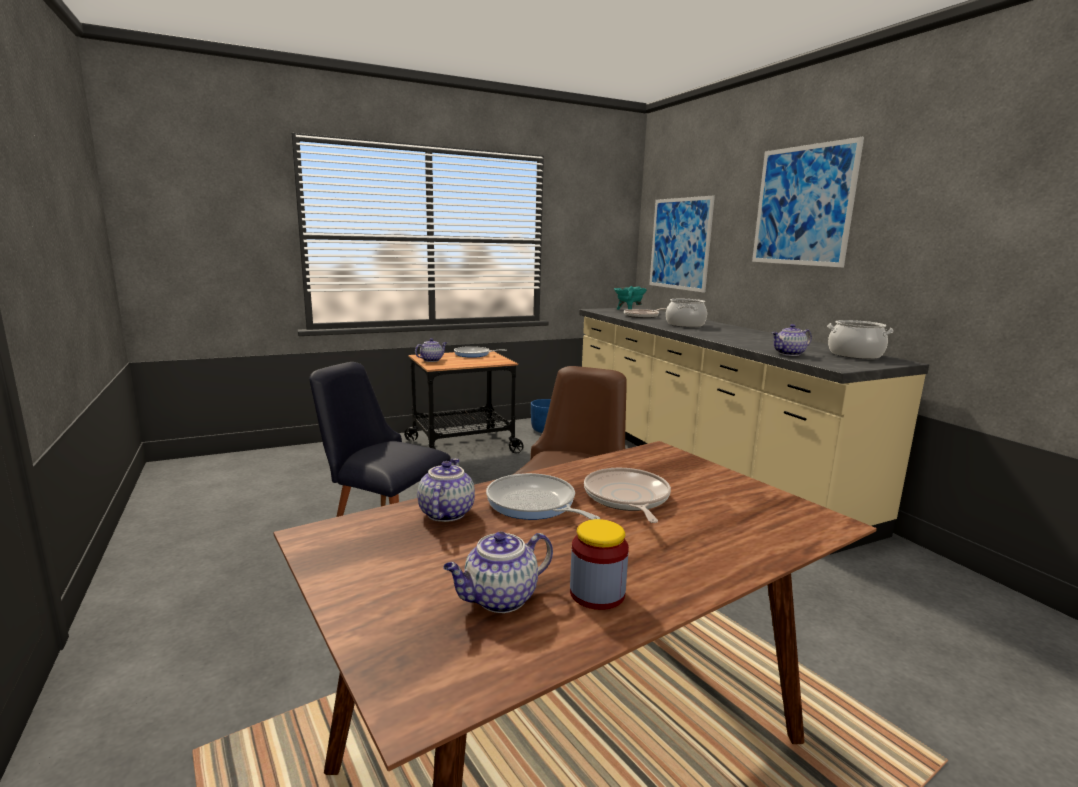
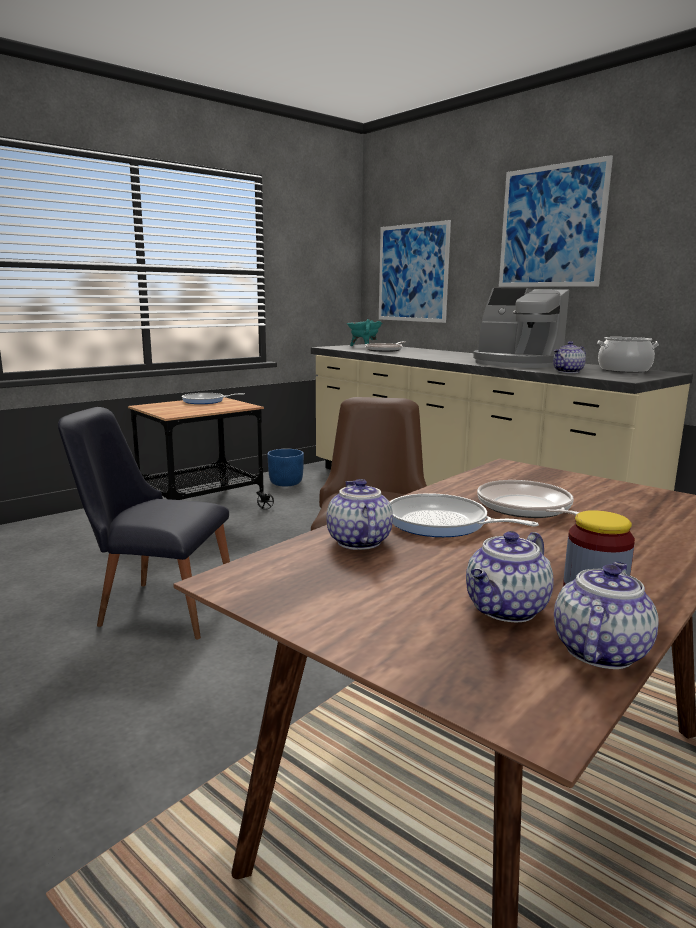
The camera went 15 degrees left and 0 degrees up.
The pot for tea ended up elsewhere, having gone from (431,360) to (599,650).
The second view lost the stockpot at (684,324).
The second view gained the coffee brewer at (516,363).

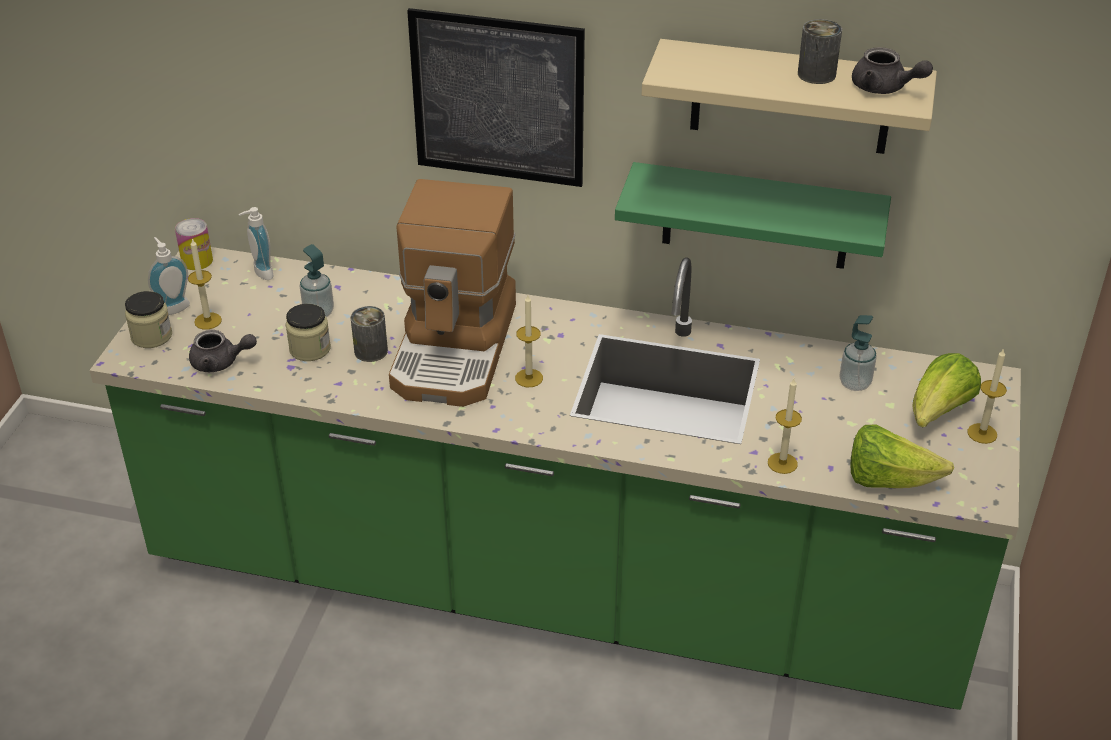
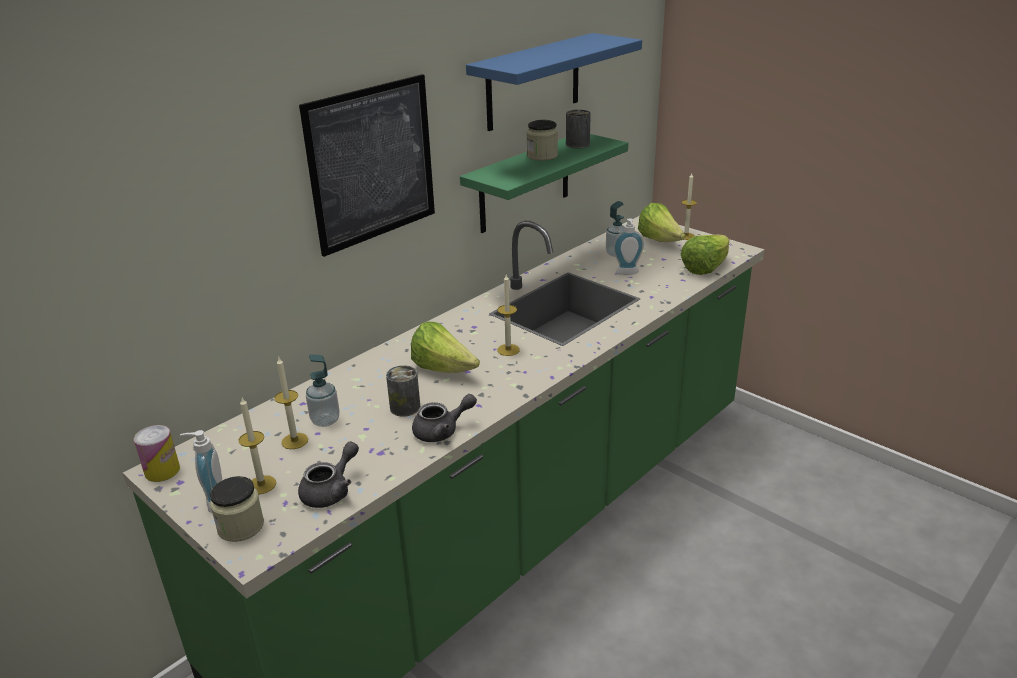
The camera went 60 degrees left and 10 degrees down.
The soap dispenser ended up elsewhere, having gone from (260,273) to (627,273).
The storage jar ended up elsewhere, having gone from (310,349) to (542,156).
Where the coffee brewer stood at (456,348), the lettuce came to stand at (443,369).
What was the wall shelf in beige at (791,97) turned into the wall shelf in blue at (533,82).
The wax candle ended up elsewhere, having gone from (782,463) to (294,441).
The metal can ended up elsewhere, having gone from (816,74) to (577,144).
The pot for tea in greyish ended up elsewhere, having gone from (884,88) to (442,431).

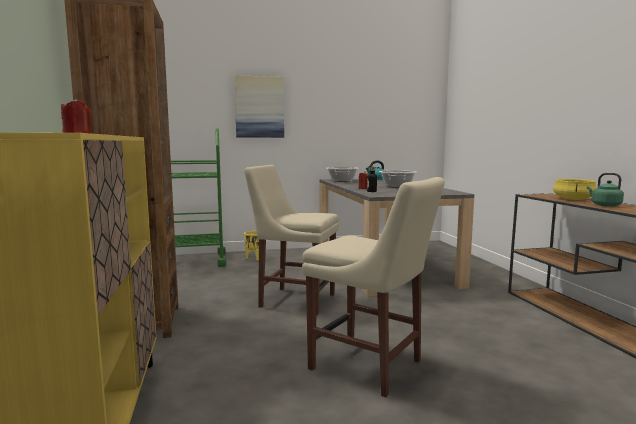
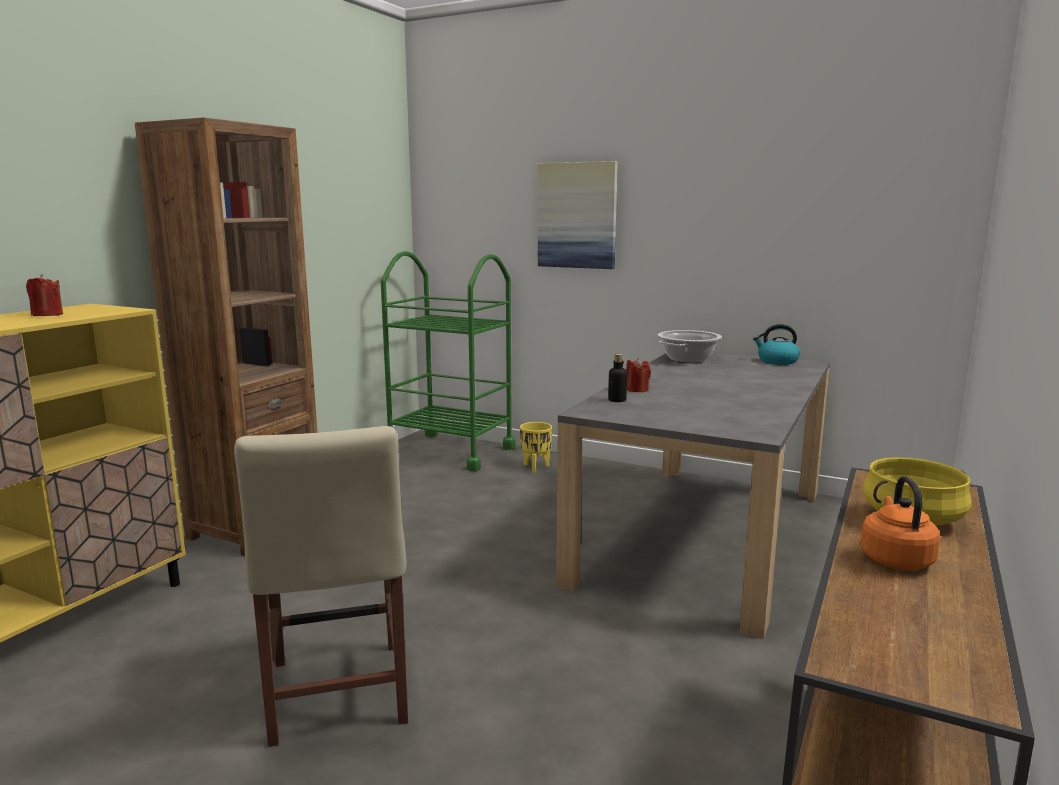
The camera went 40 degrees right and 5 degrees up.
The second view lost the upright chair in beige at (294,300).
The second view lost the stockpot at (397,186).
What was the water kettle in green at (604,205) turned into the water kettle in orange at (895,558).

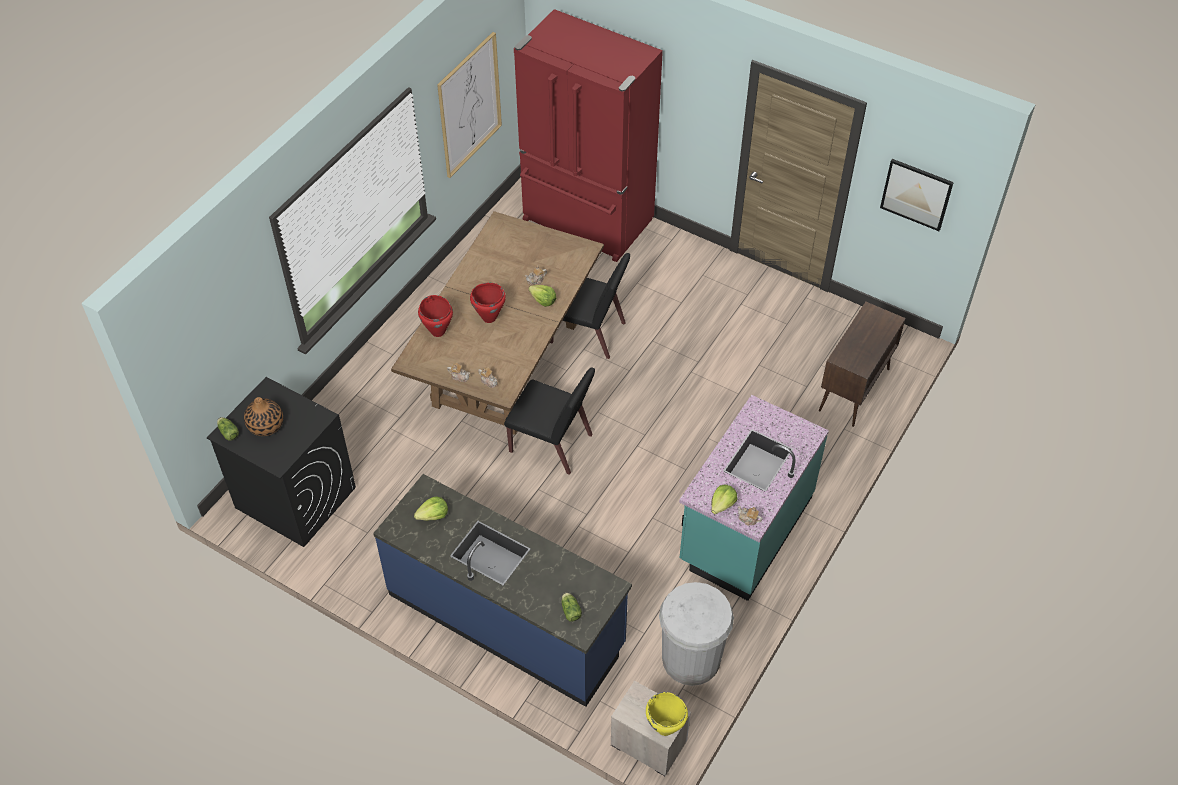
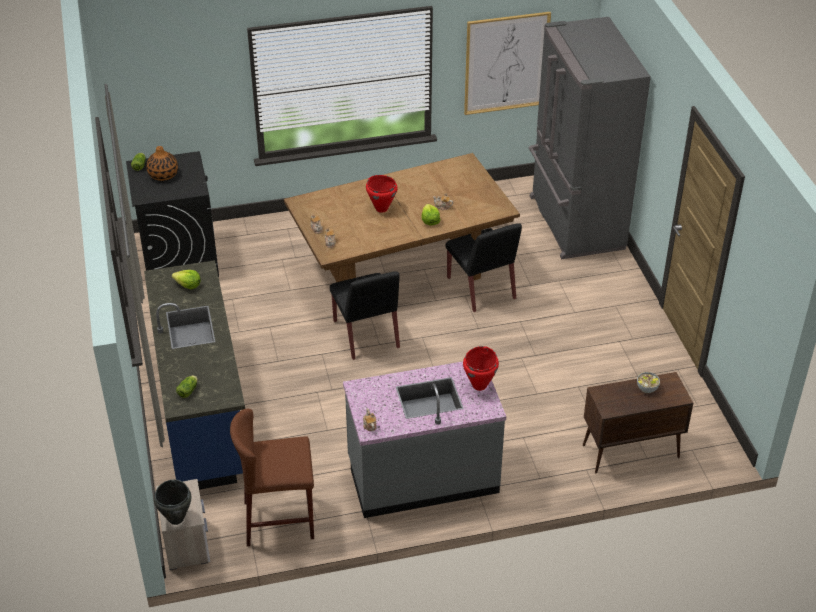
The camera went 45 degrees right and 10 degrees down.
The stockpot in red ended up elsewhere, having gone from (438,331) to (480,385).
What was the fridge in red at (586,222) turned into the fridge in greyish at (574,223).
What was the stockpot in yellow-coloured at (665,728) turned into the stockpot in black-coloured at (176,519).
Where the waste bin in white-coloured stood at (691,659), the stool in brown-coloured came to stand at (279,520).
What was the counter in turquoise at (744,529) turned into the counter in greyish at (422,476).
The second view lost the lettuce at (722,504).
The second view lost the wall picture at (916,194).
The second view gained the deep dish at (647,388).

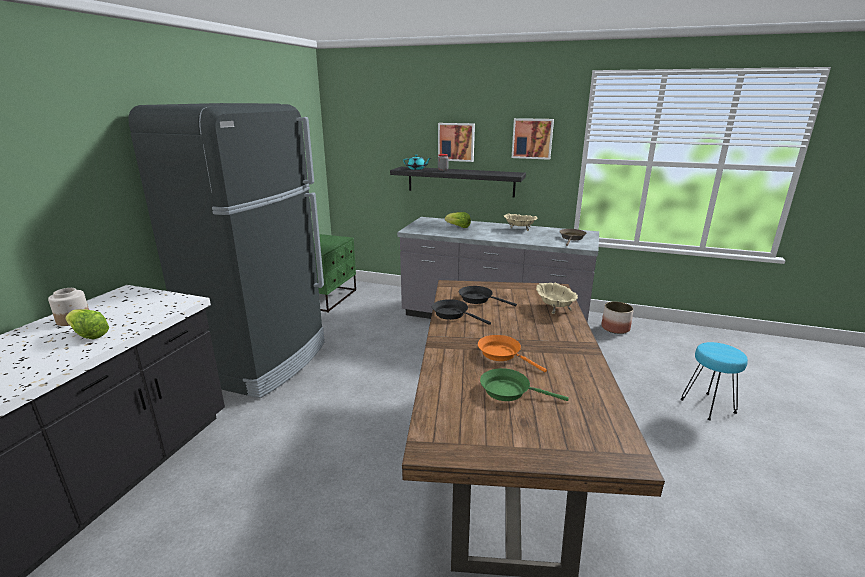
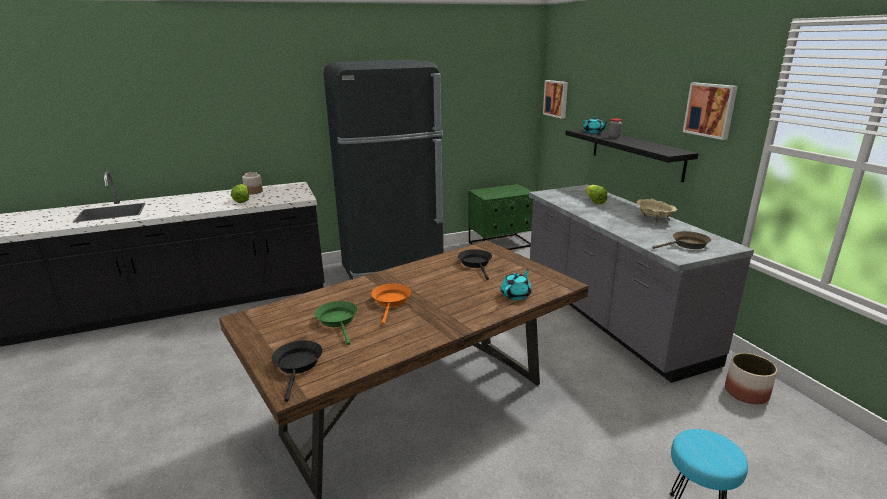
The camera went 50 degrees right and 0 degrees up.
The skillet in black-coloured ended up elsewhere, having gone from (453,314) to (298,365).
The wall picture ended up elsewhere, having gone from (456,142) to (556,98).
Where the deep dish in beige stood at (554,307), the pot for tea in turquoise came to stand at (516,295).

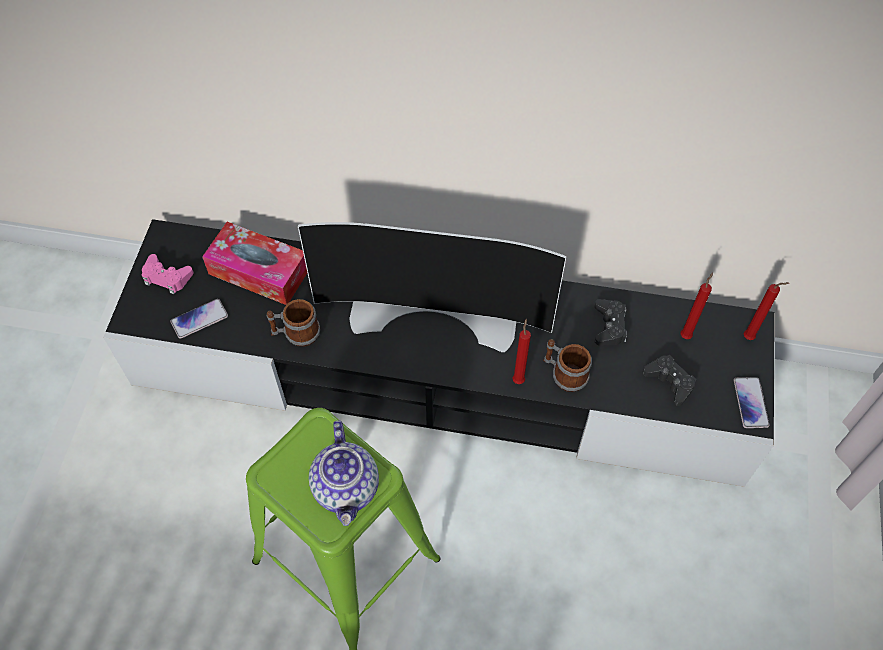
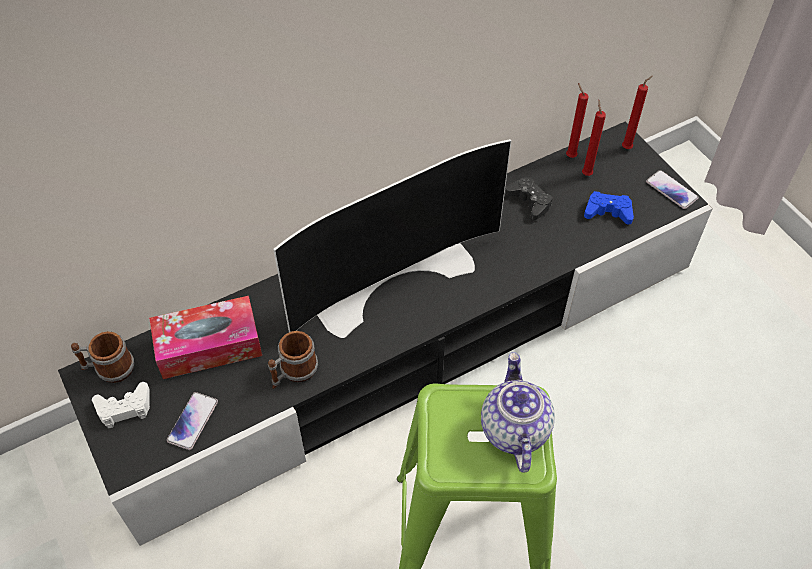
The camera went 40 degrees left and 5 degrees down.
What was the gamepad in pink-coloured at (167,277) turned into the gamepad in white-coloured at (124,408).
The pot for tea at (347,488) ended up facing another way, 135 degrees counterclockwise from before.
The wax candle in red ended up elsewhere, having gone from (518,379) to (569,155).
The mug ended up elsewhere, having gone from (564,374) to (109,369).
What was the gamepad in black-coloured at (670,382) turned into the gamepad in blue at (608,212).

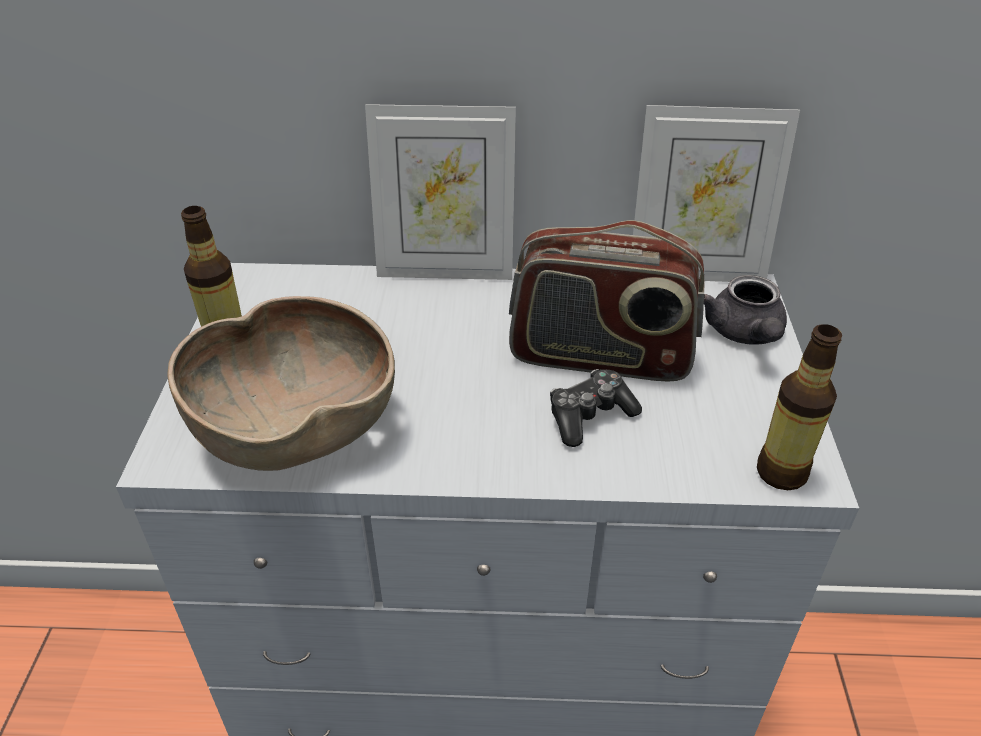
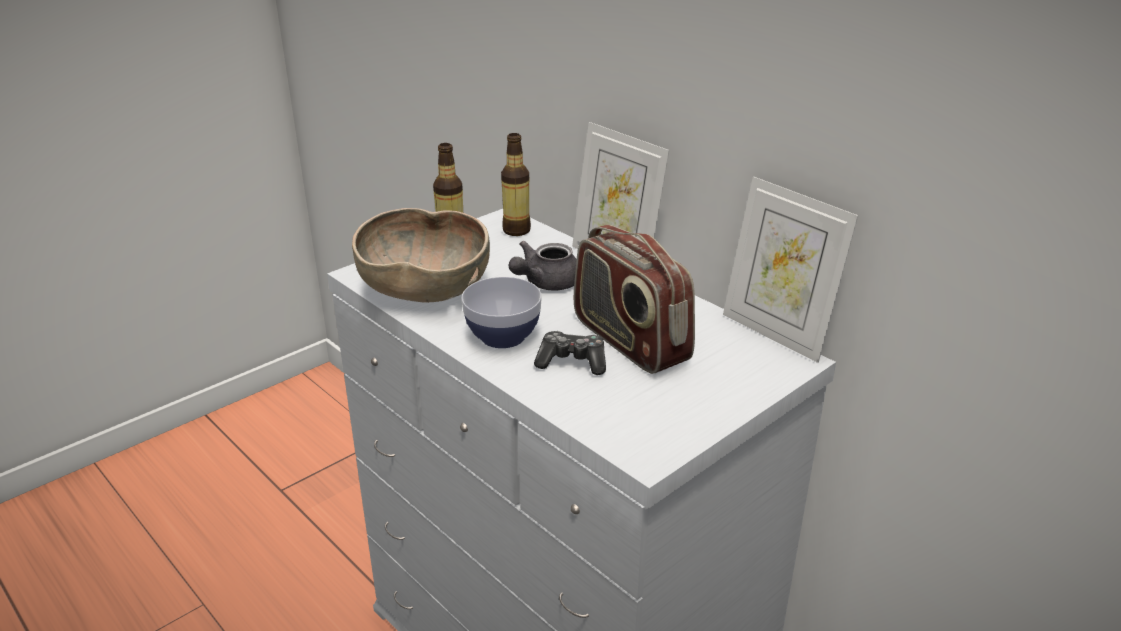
The camera went 45 degrees right and 10 degrees down.
The pot for tea in greyish ended up elsewhere, having gone from (745,334) to (545,283).
The beverage bottle ended up elsewhere, having gone from (781,473) to (516,230).
The second view gained the deep dish at (503,336).

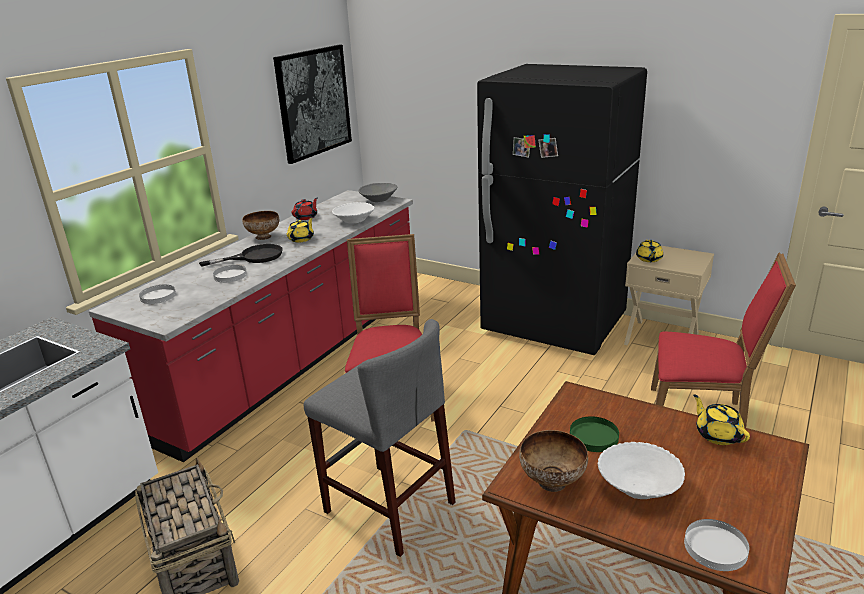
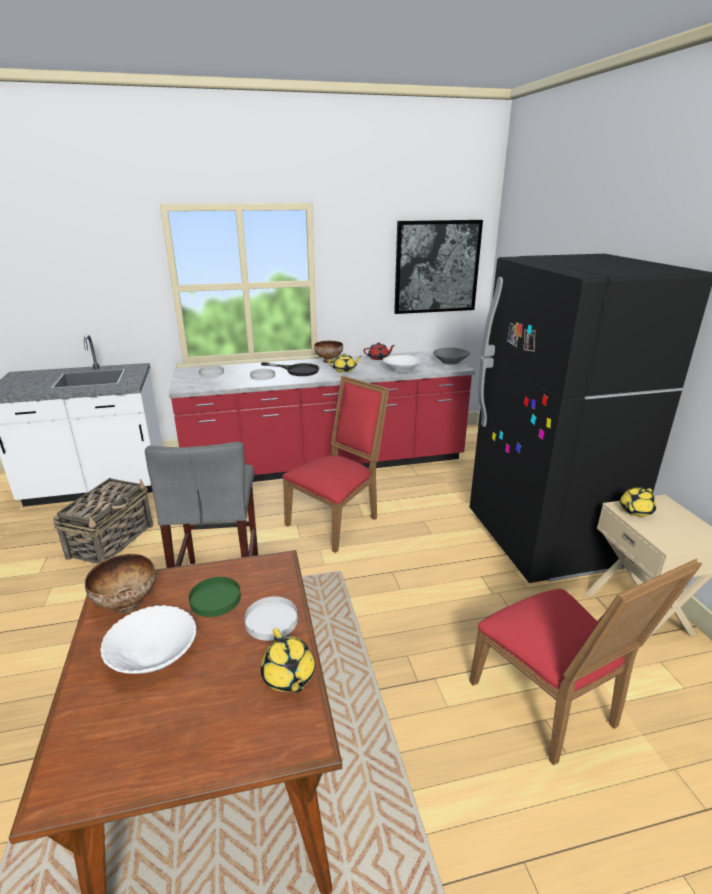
The camera went 45 degrees right and 0 degrees up.
The plate in white-coloured ended up elsewhere, having gone from (716,547) to (271,621).
The pot for tea in yellow-coloured at (717,435) ended up facing another way, 135 degrees clockwise from before.

